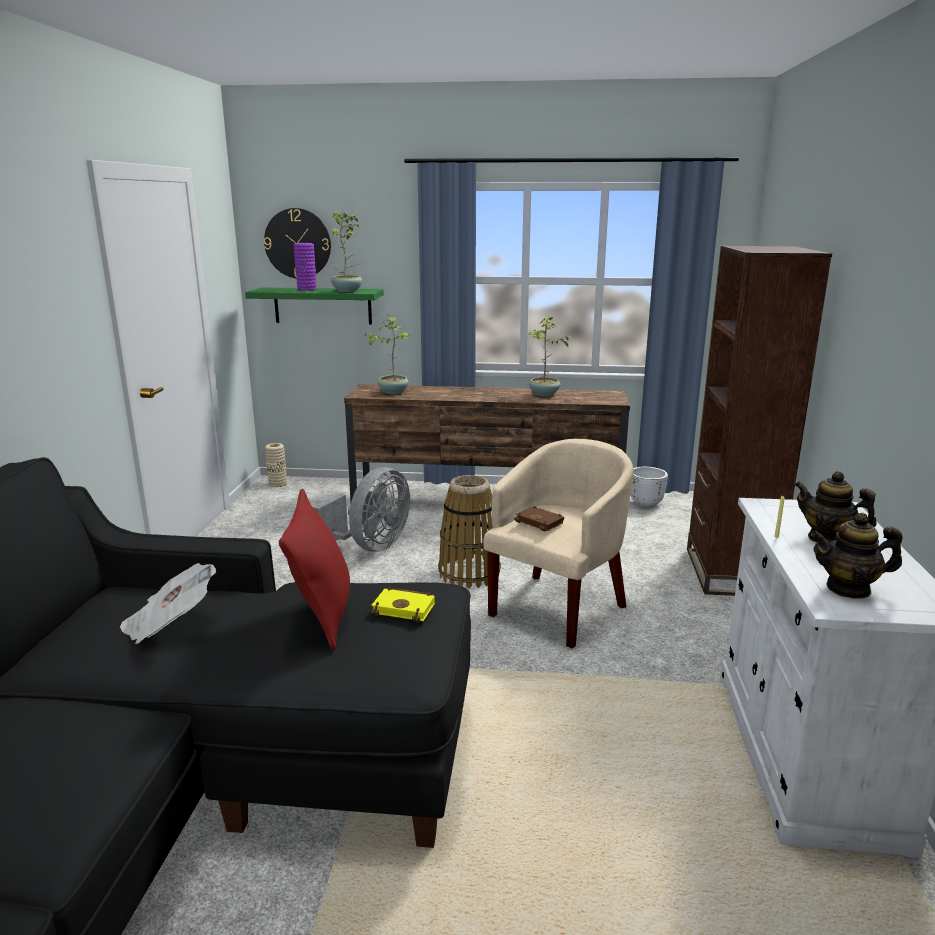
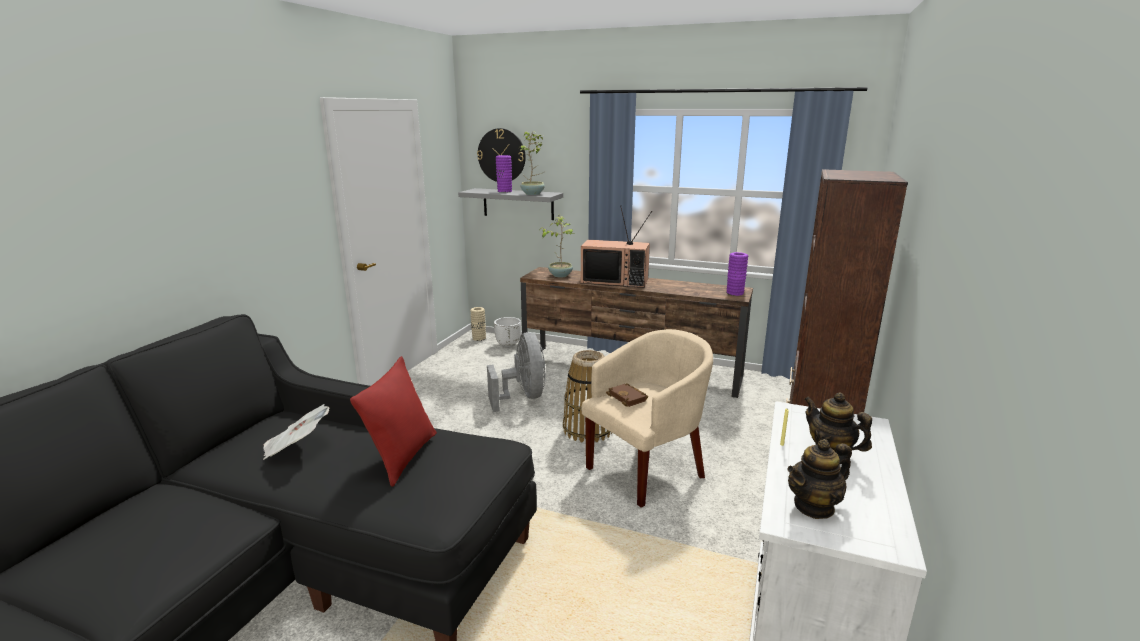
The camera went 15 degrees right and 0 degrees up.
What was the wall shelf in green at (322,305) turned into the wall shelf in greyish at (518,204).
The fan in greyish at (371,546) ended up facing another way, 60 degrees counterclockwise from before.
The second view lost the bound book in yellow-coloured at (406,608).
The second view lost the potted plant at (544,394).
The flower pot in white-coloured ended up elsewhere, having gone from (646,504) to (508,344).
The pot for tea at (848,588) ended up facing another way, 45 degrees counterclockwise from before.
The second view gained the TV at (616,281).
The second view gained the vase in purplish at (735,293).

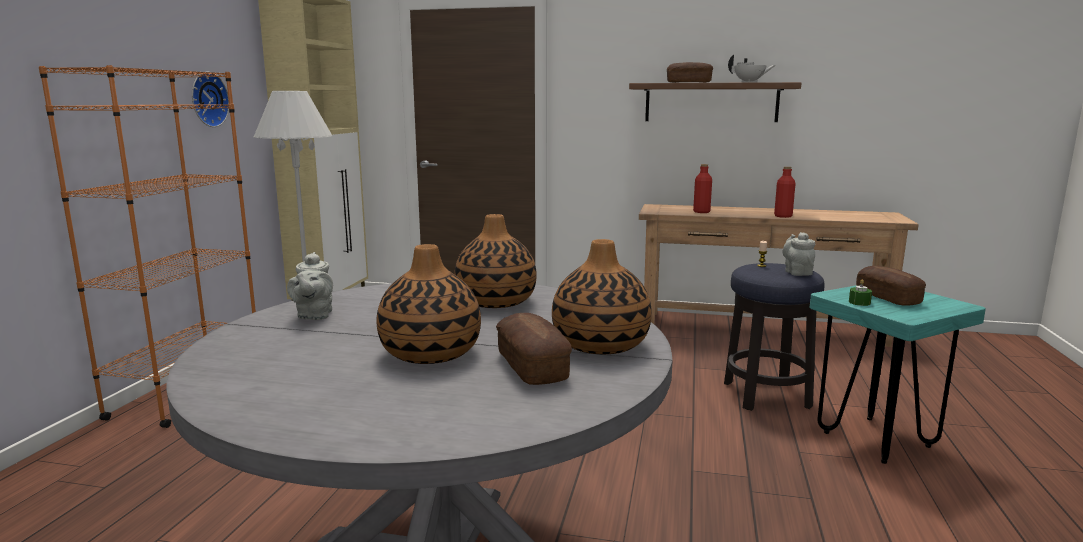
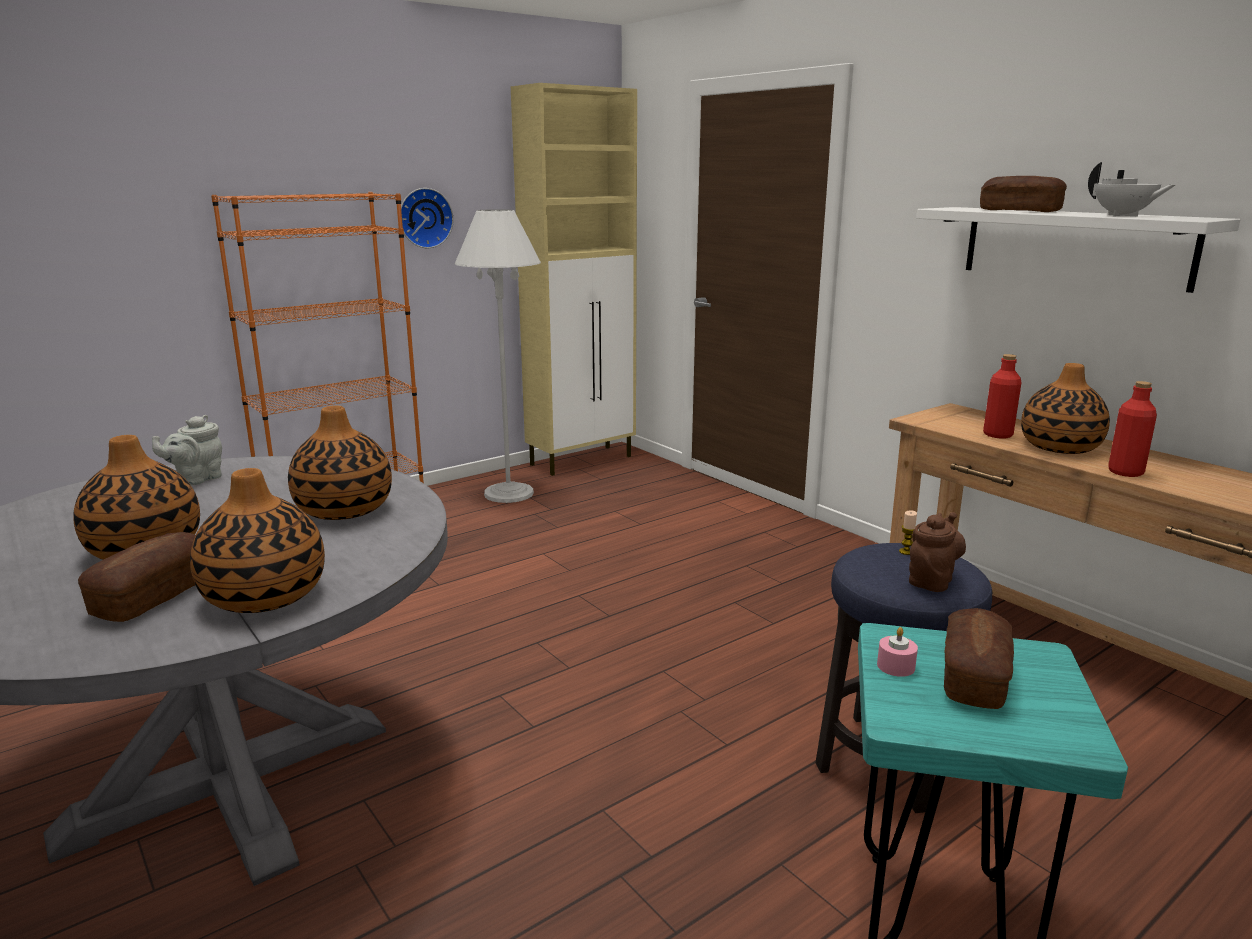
The camera went 40 degrees right and 5 degrees up.
What was the wall shelf in brown-coloured at (711,102) turned into the wall shelf in white-coloured at (1074,246).
What was the pot for tea in greyish at (797,272) turned into the pot for tea in brown-coloured at (932,580).
What was the wax candle in green at (859,302) turned into the wax candle in pink-coloured at (896,666).
The second view gained the vase at (1059,447).

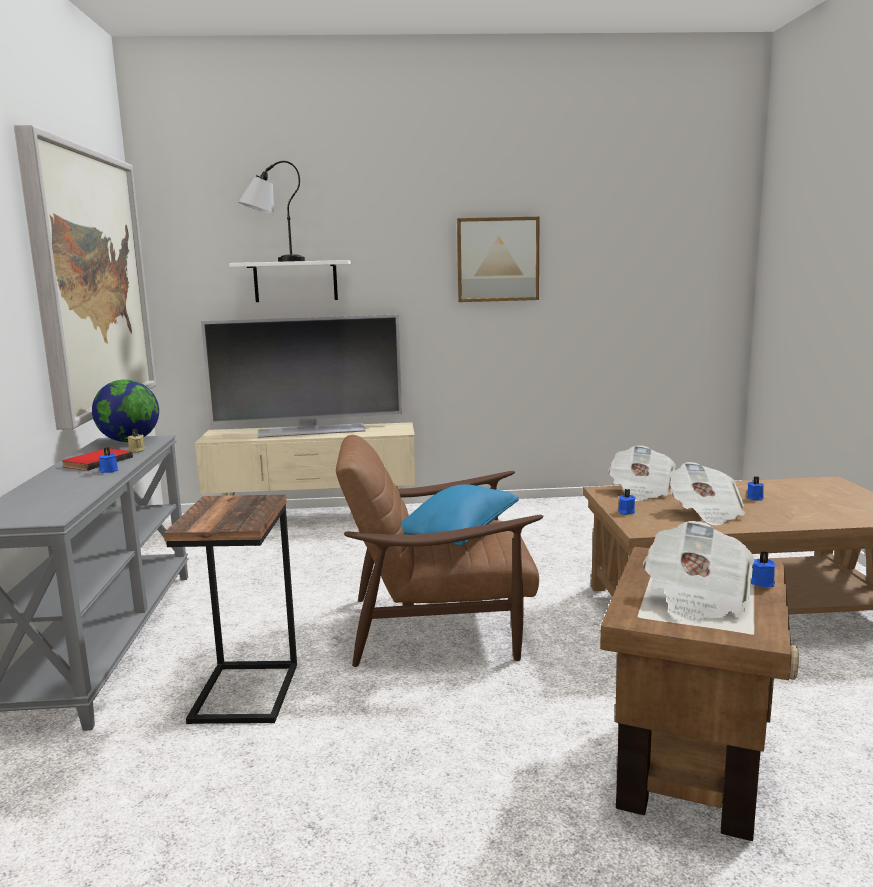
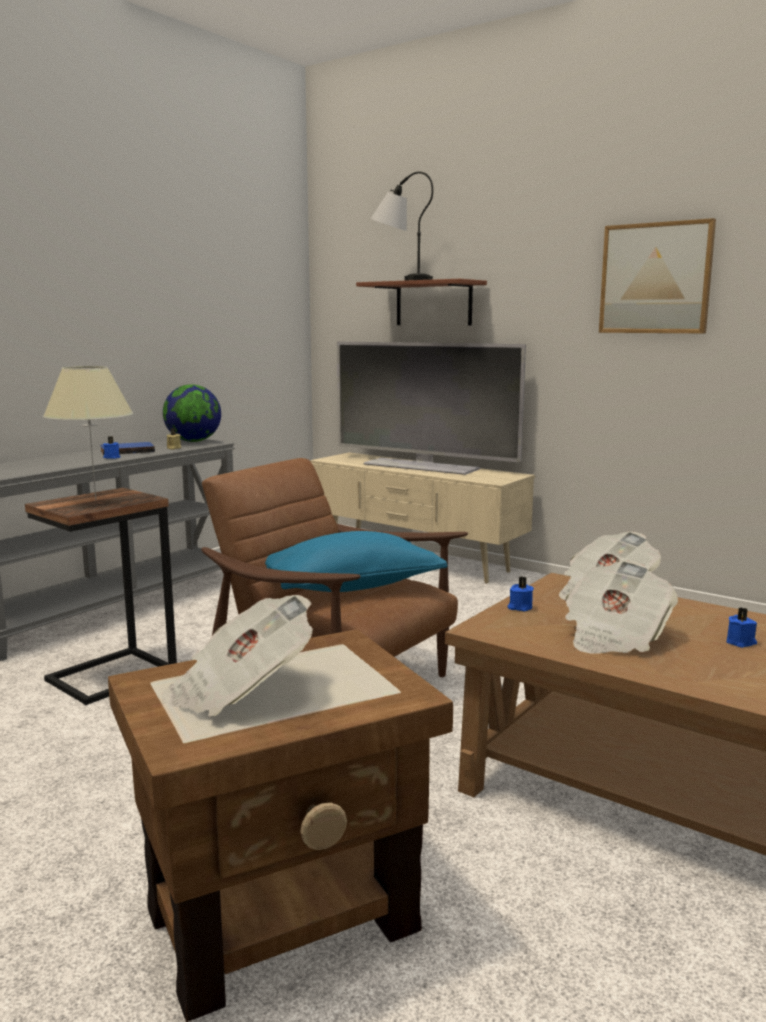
The camera went 40 degrees right and 0 degrees up.
The second view lost the wall picture at (91,281).
What was the bound book in red at (96,462) turned into the bound book in blue at (127,451).
What was the wall shelf in white-coloured at (295,281) turned into the wall shelf in brown-coloured at (433,304).
The second view lost the wax candle in blue at (761,582).
The second view gained the tabletop lamp in beige at (95,500).

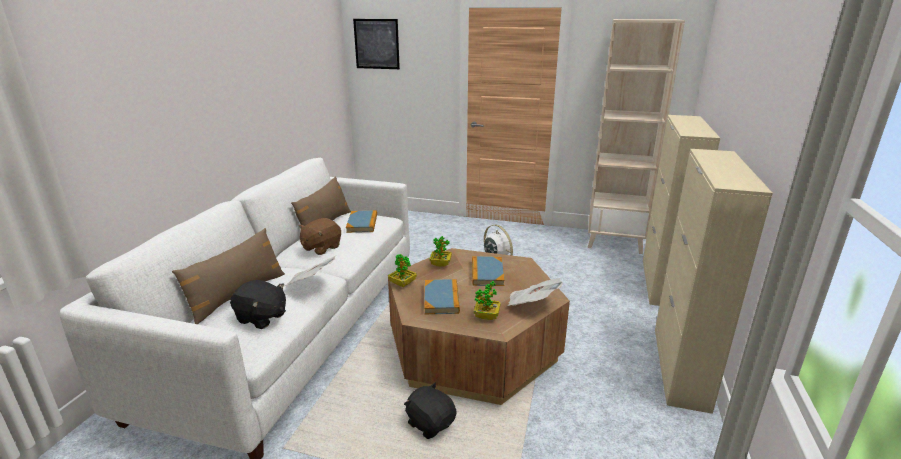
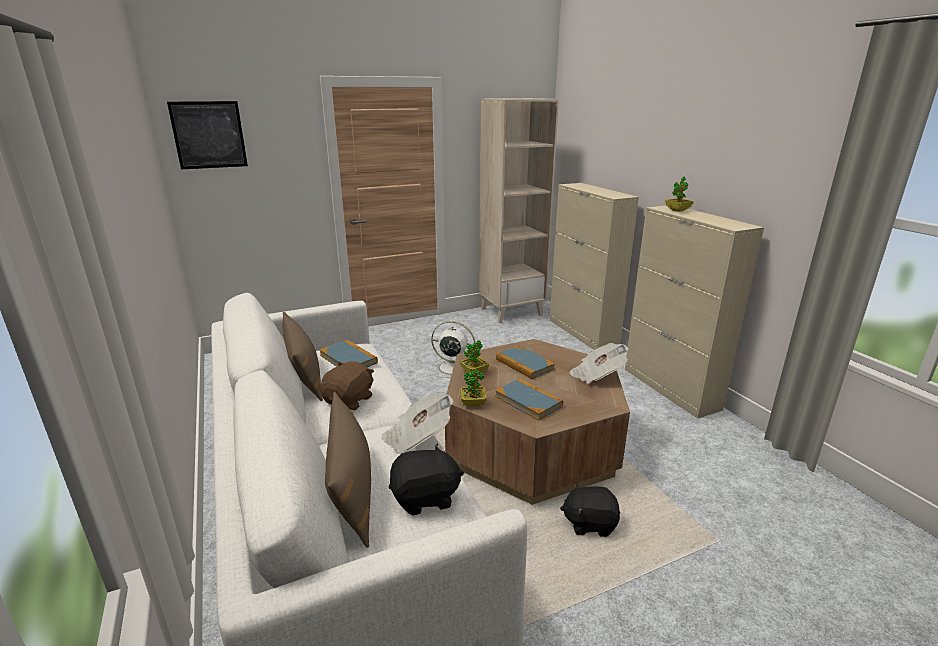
The camera went 40 degrees left and 0 degrees up.
The cuddly toy in brown-coloured at (321,248) ended up facing another way, 150 degrees counterclockwise from before.
The potted plant ended up elsewhere, having gone from (486,316) to (677,210).

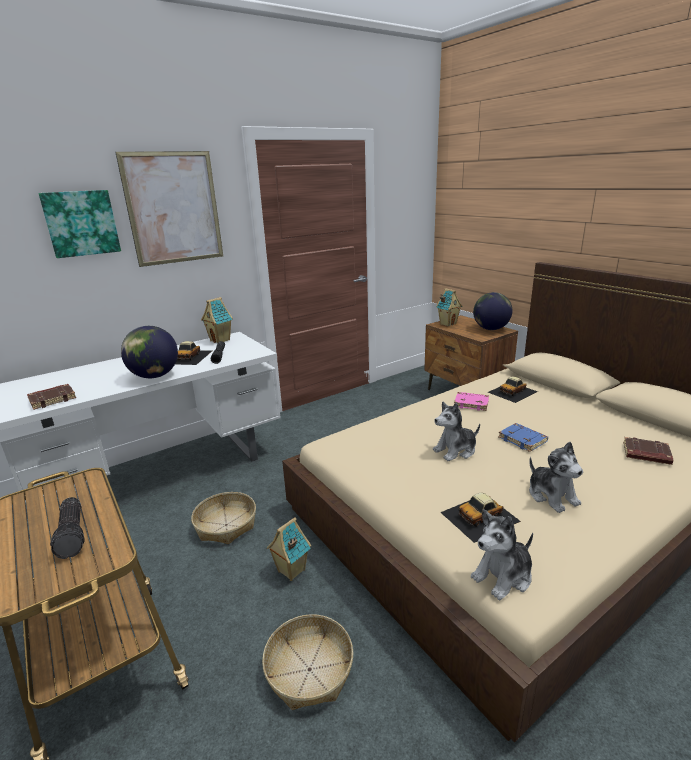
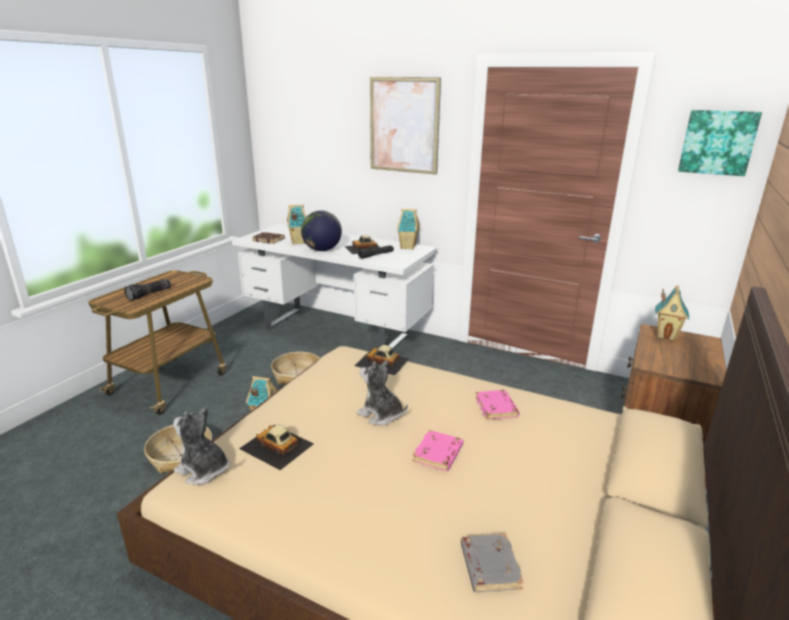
The camera went 60 degrees right and 0 degrees up.
The wall picture ended up elsewhere, having gone from (81,223) to (717,142).
The second view lost the world globe at (490,329).
The miniature car ended up elsewhere, having gone from (513,392) to (382,362).
What was the bound book in blue at (523,440) turned into the bound book in pink-coloured at (438,454).
The second view lost the cuddly toy at (552,496).
What was the bound book in brown-coloured at (645,454) turned into the bound book in greyish at (488,566).
The second view gained the toy house at (297,242).

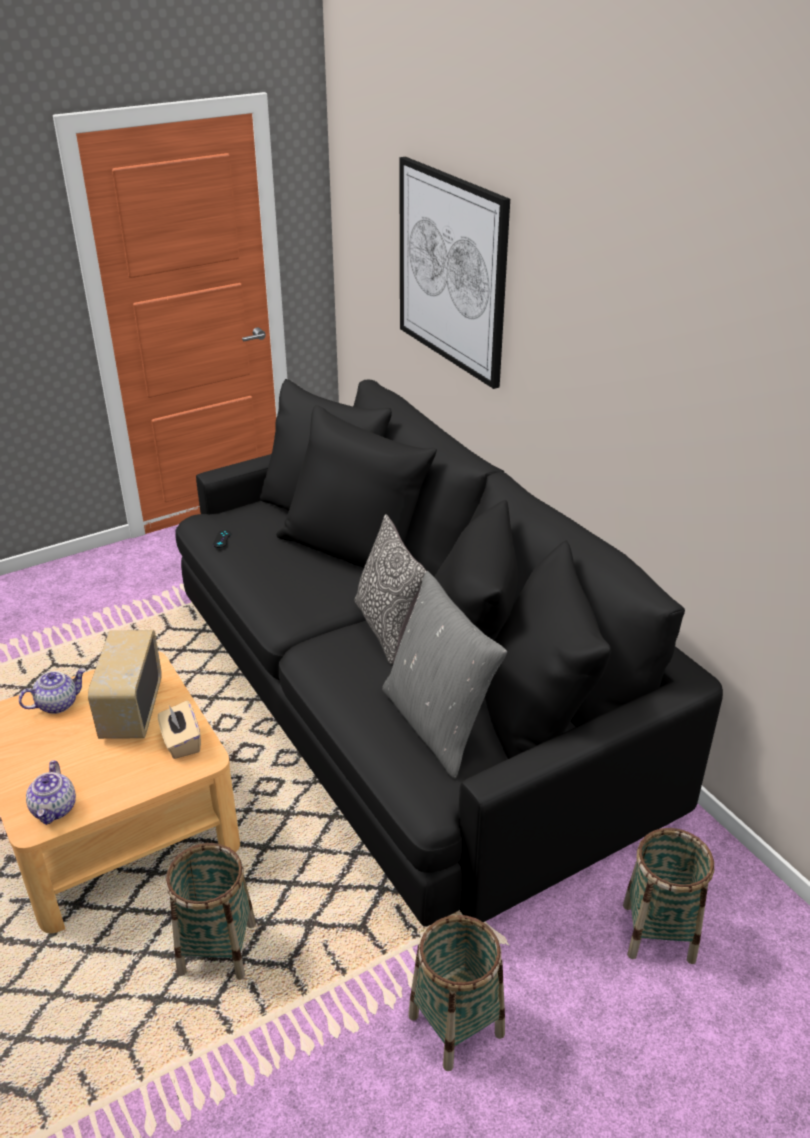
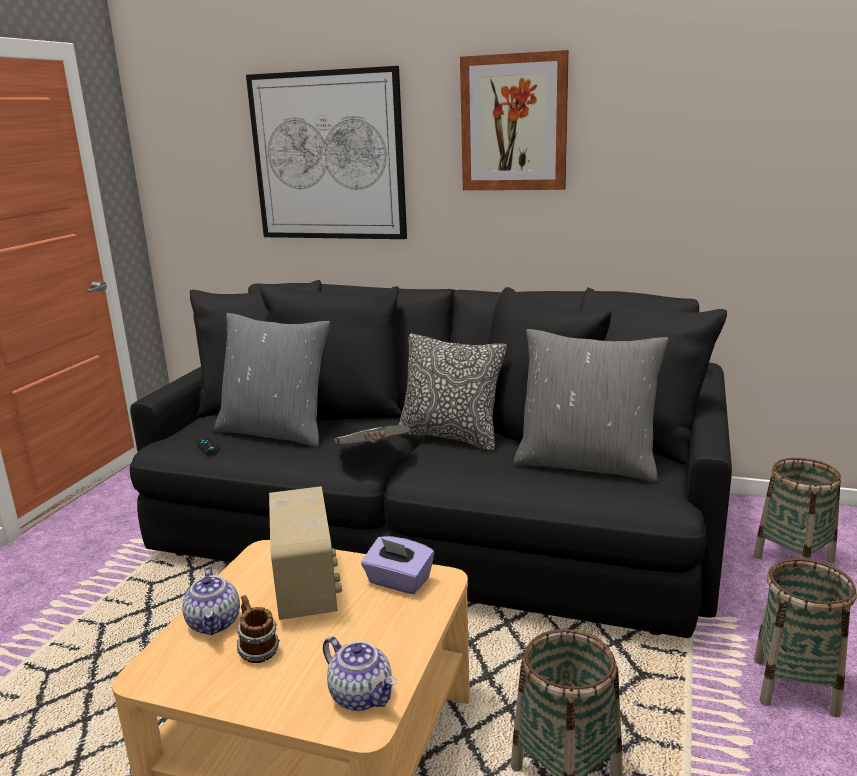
The camera went 40 degrees left and 15 degrees down.
The pot for tea at (57,703) ended up facing another way, 150 degrees clockwise from before.
The radio receiver at (131,710) ended up facing another way, 150 degrees counterclockwise from before.
What was the tissue box in beige at (181,742) turned into the tissue box in purplish at (398,581).
The second view gained the cushion in greyish at (276,431).
The second view gained the mug at (257,650).
The second view gained the daily paper at (373,455).
The second view gained the wall picture at (514,123).

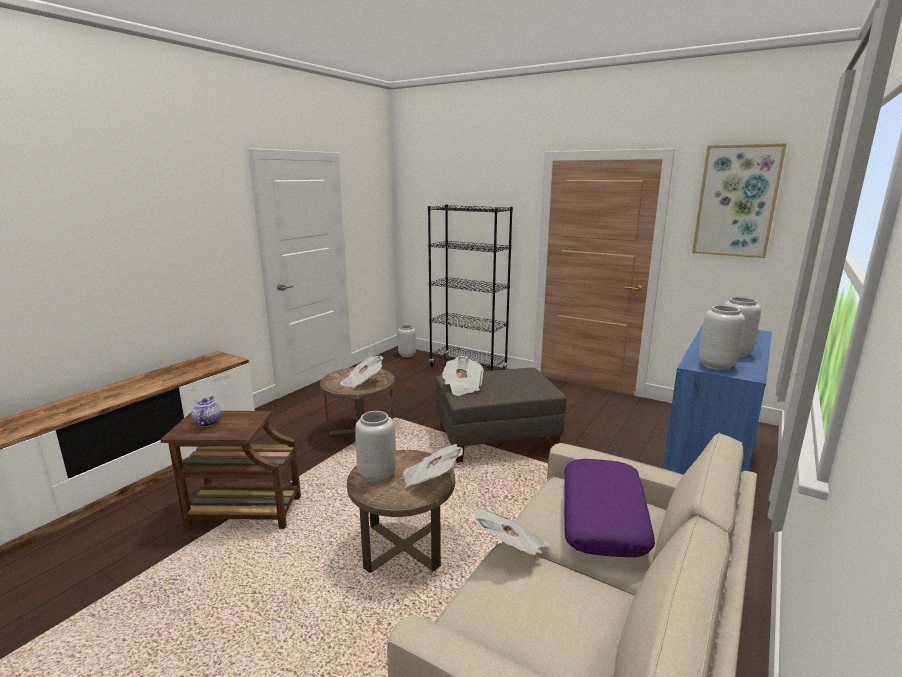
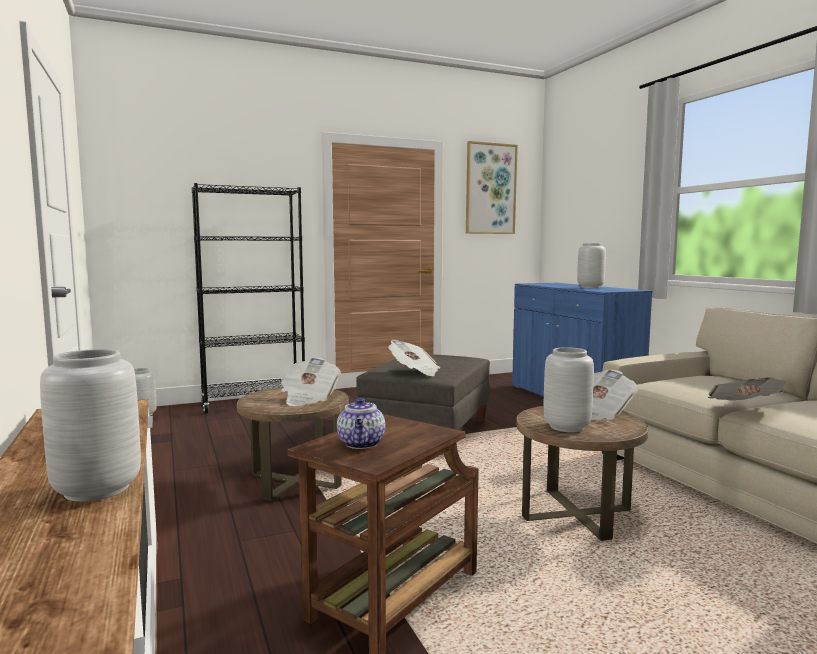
The camera went 55 degrees left and 10 degrees down.
The pot for tea at (207,422) ended up facing another way, 120 degrees counterclockwise from before.
The second view lost the cushion in purplish at (603,517).
The vase in greyish ended up elsewhere, having gone from (715,365) to (95,490).

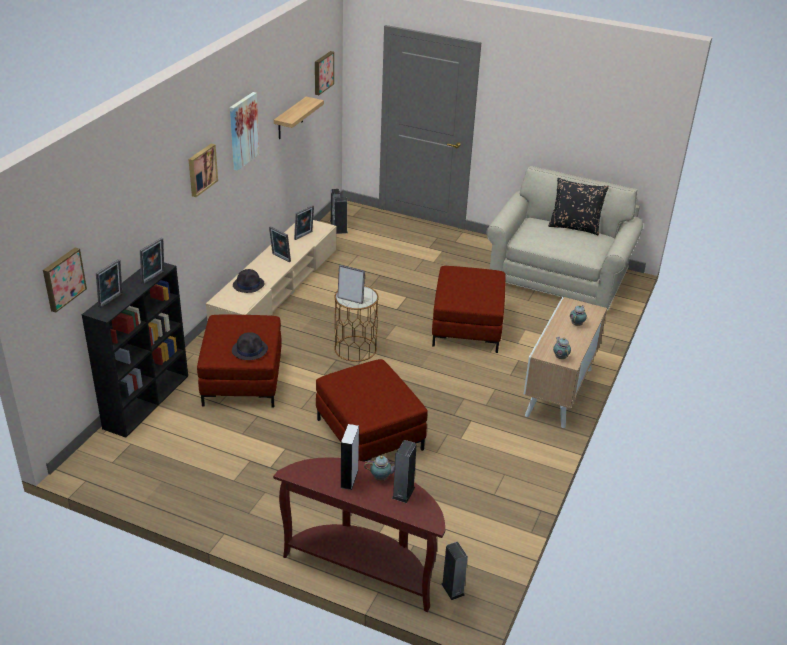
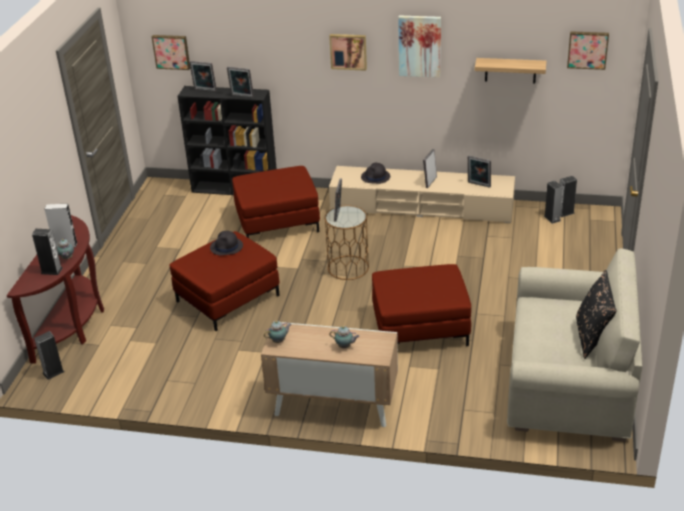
The camera went 80 degrees right and 0 degrees up.
The hat in black-coloured ended up elsewhere, having gone from (250,350) to (226,247).

